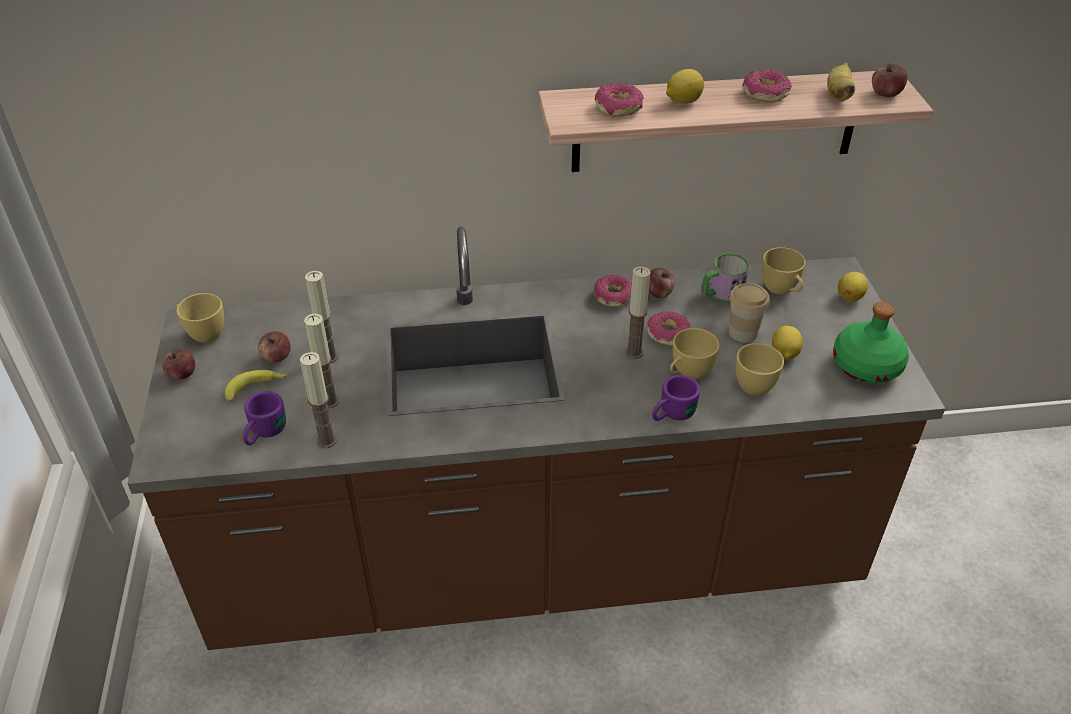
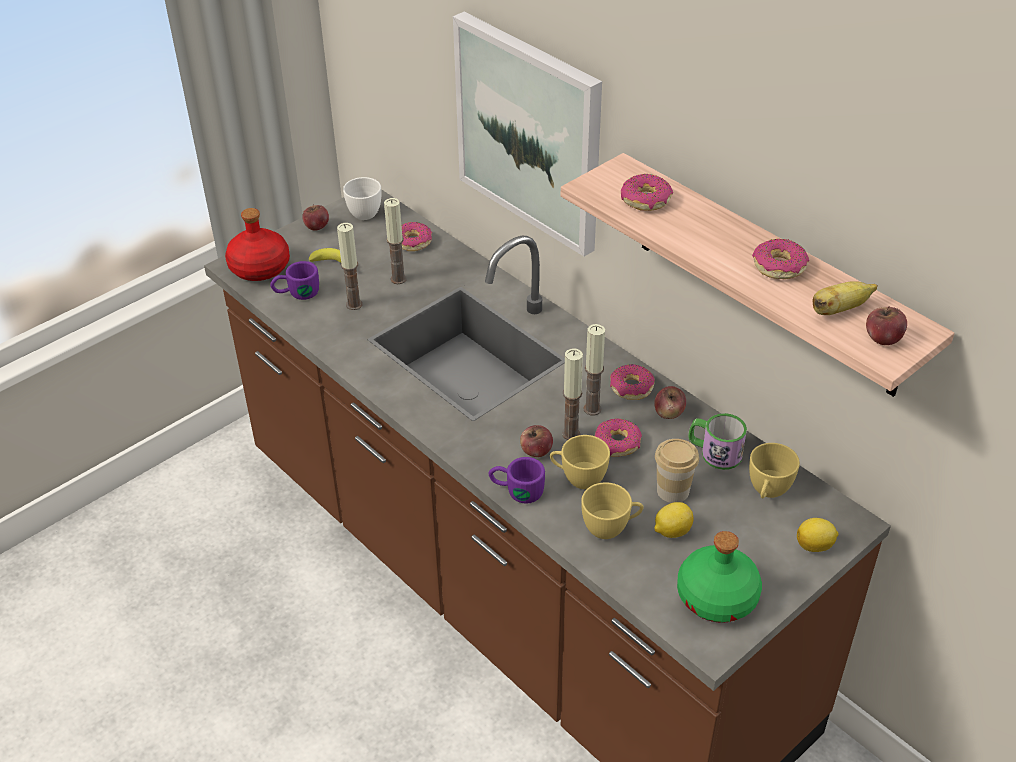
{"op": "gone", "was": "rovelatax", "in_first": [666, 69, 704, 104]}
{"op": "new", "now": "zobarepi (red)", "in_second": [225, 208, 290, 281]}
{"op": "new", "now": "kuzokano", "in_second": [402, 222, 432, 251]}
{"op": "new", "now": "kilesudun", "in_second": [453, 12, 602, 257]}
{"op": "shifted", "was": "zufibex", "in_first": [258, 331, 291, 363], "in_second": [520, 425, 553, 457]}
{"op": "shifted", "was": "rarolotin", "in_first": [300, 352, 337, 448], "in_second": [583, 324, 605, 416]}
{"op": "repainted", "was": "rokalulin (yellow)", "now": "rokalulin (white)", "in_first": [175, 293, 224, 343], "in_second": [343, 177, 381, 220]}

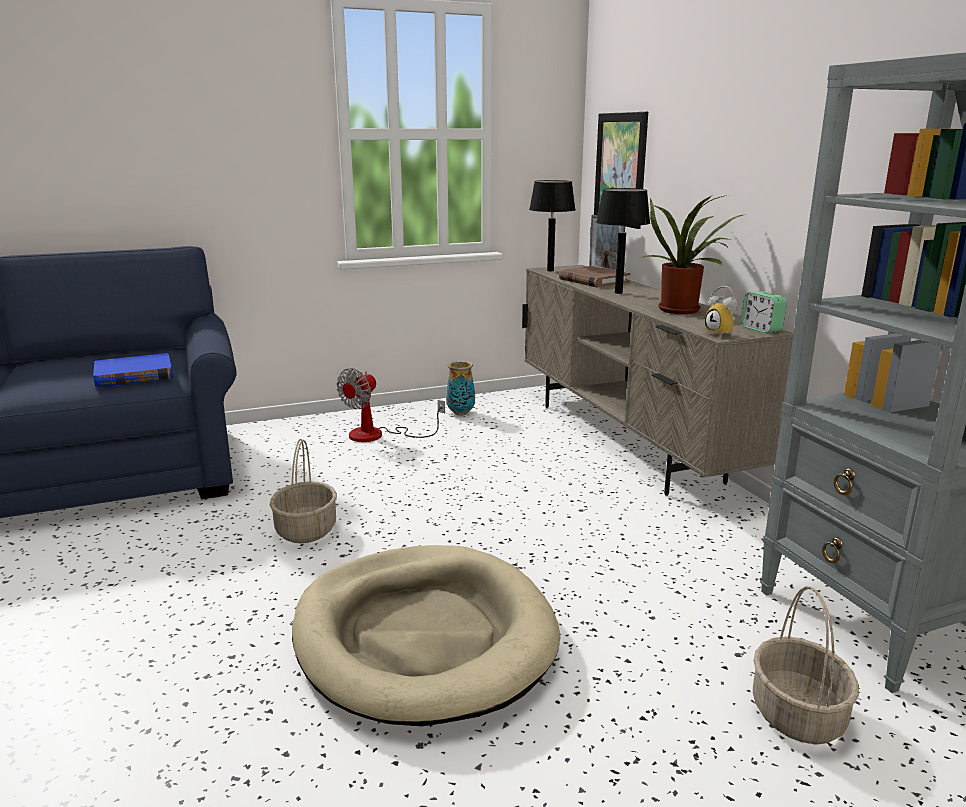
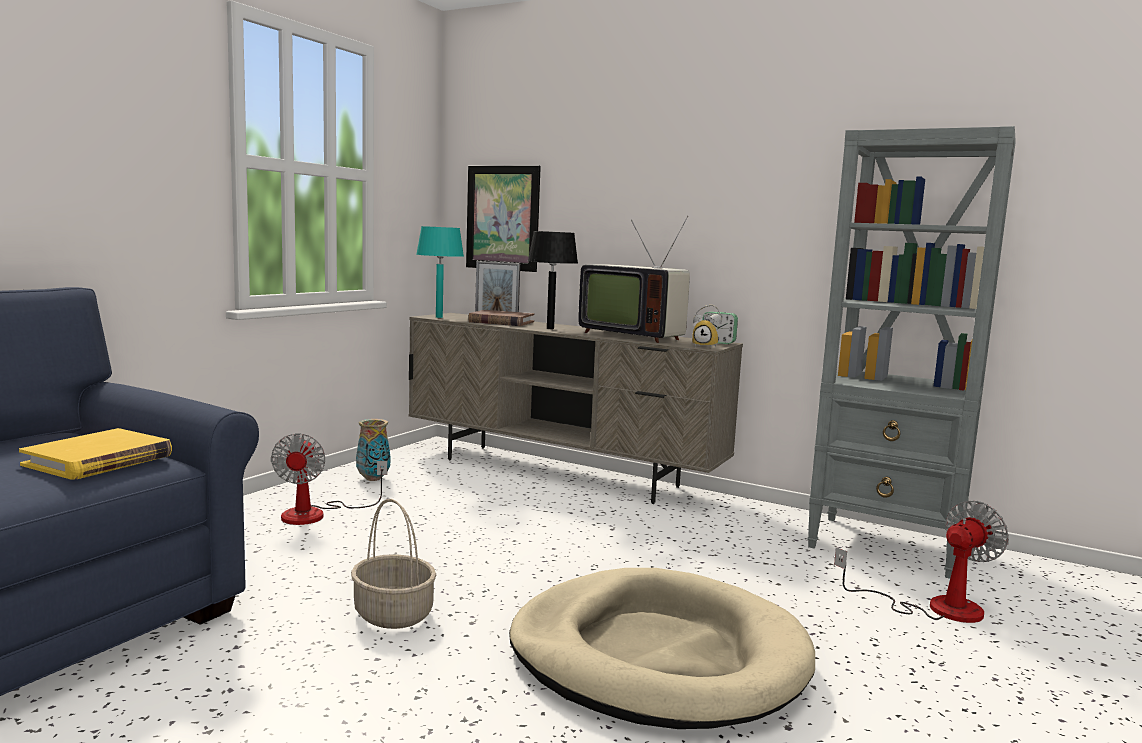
{"op": "swapped", "was": "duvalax", "now": "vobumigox", "in_first": [640, 195, 743, 314], "in_second": [578, 216, 690, 343]}
{"op": "swapped", "was": "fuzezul", "now": "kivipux", "in_first": [753, 586, 859, 745], "in_second": [834, 501, 1009, 623]}
{"op": "repainted", "was": "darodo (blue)", "now": "darodo (yellow)", "in_first": [93, 353, 173, 387], "in_second": [19, 428, 172, 479]}
{"op": "repainted", "was": "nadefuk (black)", "now": "nadefuk (turquoise)", "in_first": [529, 180, 576, 271], "in_second": [416, 226, 464, 318]}

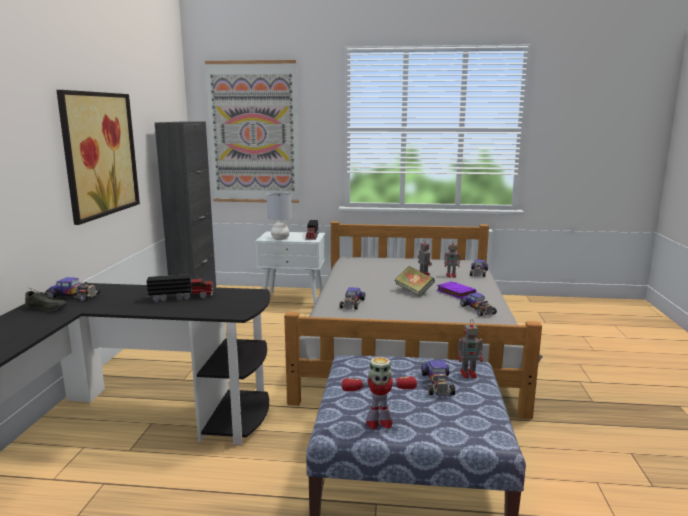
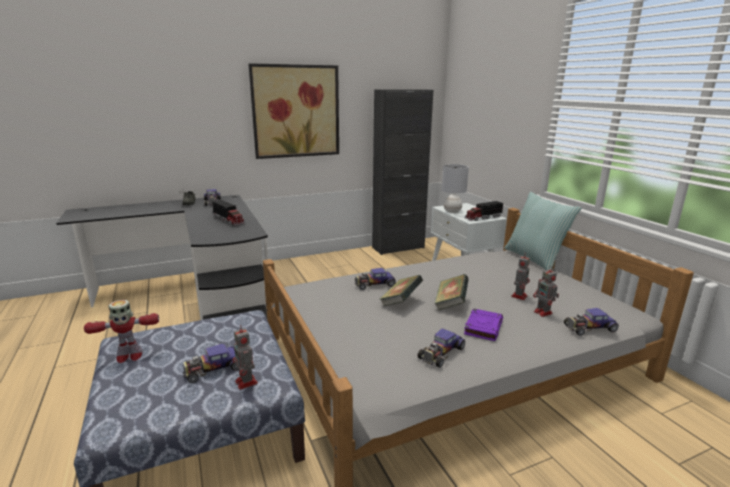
{"op": "gone", "was": "kilesudun", "in_first": [205, 60, 299, 203]}
{"op": "new", "now": "darodo", "in_second": [380, 275, 423, 307]}
{"op": "new", "now": "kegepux", "in_second": [504, 192, 581, 271]}
{"op": "rotated", "was": "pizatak", "in_first": [342, 357, 417, 429], "in_second": [84, 300, 159, 363], "clockwise": -75}

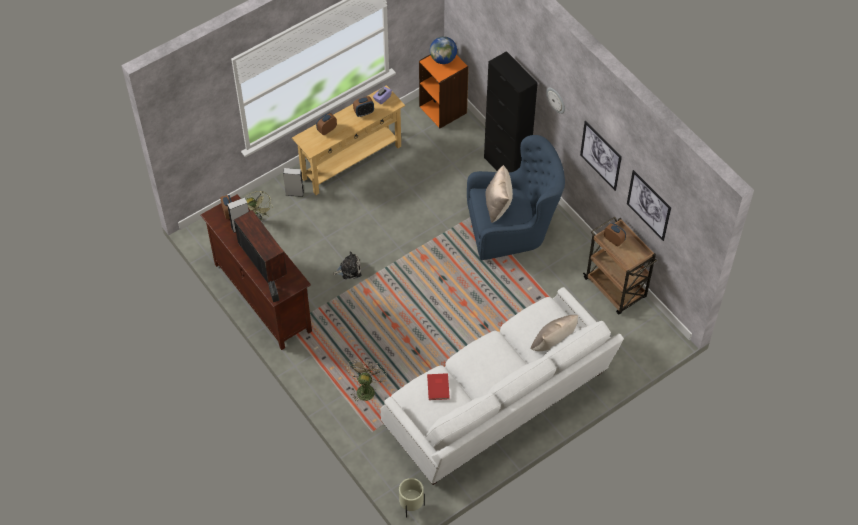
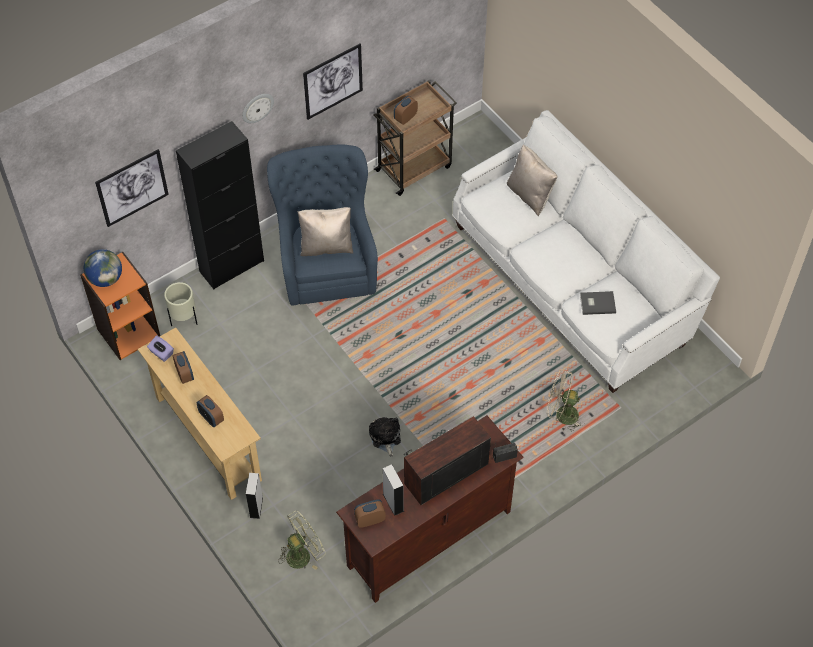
{"op": "shifted", "was": "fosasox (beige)", "in_first": [399, 478, 425, 518], "in_second": [164, 282, 197, 326]}
{"op": "shifted", "was": "kilesudun", "in_first": [627, 170, 671, 241], "in_second": [95, 149, 169, 227]}
{"op": "repainted", "was": "darodo (red)", "now": "darodo (grey)", "in_first": [427, 373, 450, 400], "in_second": [580, 291, 616, 315]}

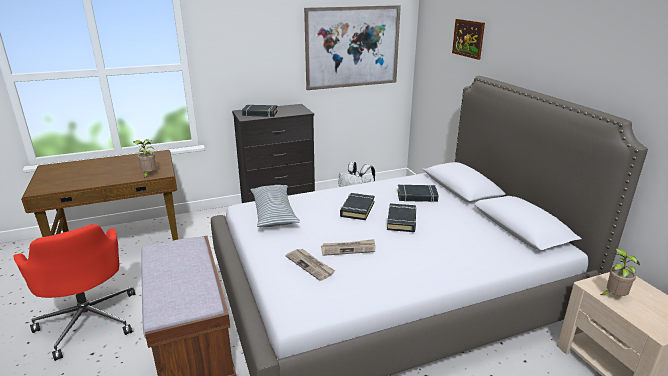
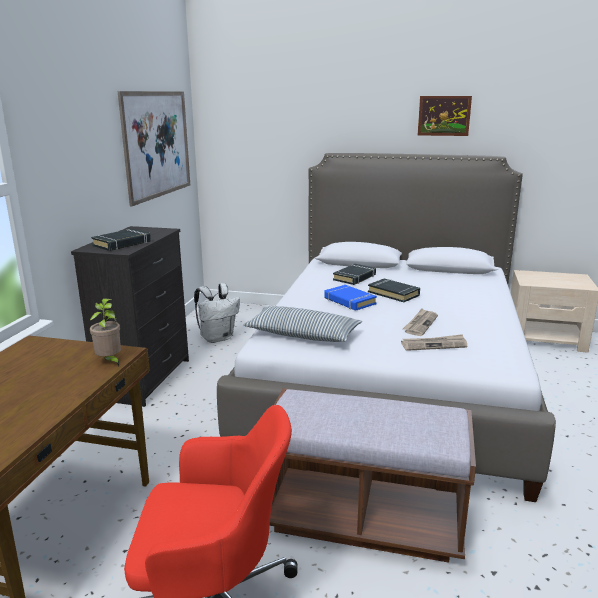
{"op": "gone", "was": "duvalax", "in_first": [601, 248, 640, 296]}
{"op": "shifted", "was": "kilesudun", "in_first": [452, 19, 485, 60], "in_second": [418, 96, 472, 136]}
{"op": "repainted", "was": "darodo (black)", "now": "darodo (blue)", "in_first": [340, 193, 375, 220], "in_second": [324, 285, 377, 311]}

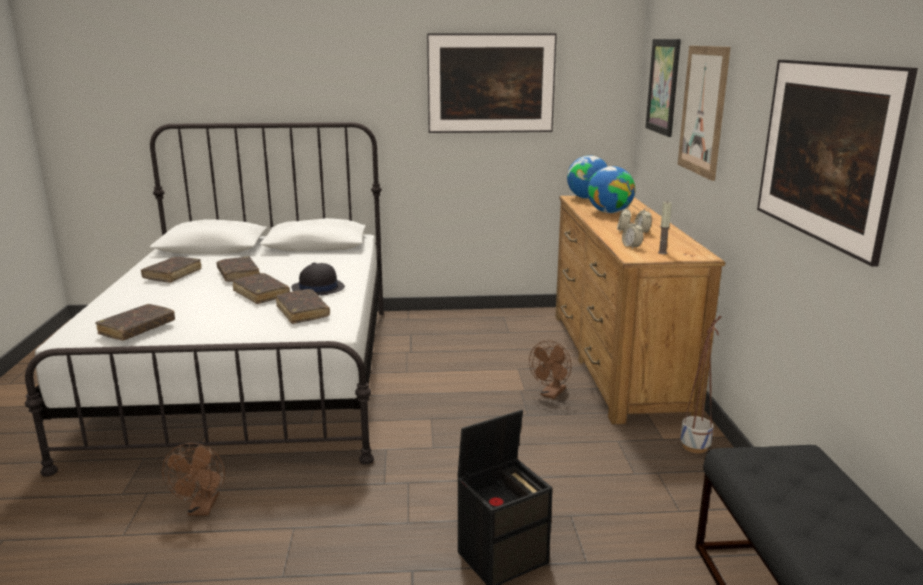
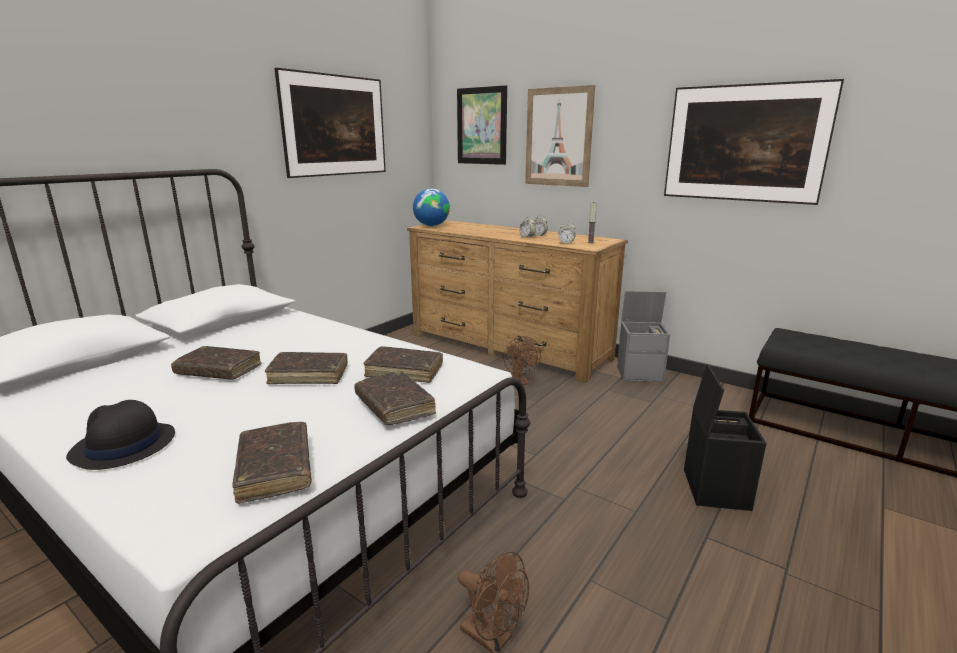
{"op": "gone", "was": "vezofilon", "in_first": [588, 166, 635, 213]}
{"op": "shifted", "was": "darodo (brown)", "in_first": [141, 257, 202, 283], "in_second": [354, 371, 436, 425]}
{"op": "shifted", "was": "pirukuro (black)", "in_first": [291, 262, 345, 296], "in_second": [66, 400, 175, 470]}
{"op": "swapped", "was": "fosasox", "now": "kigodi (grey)", "in_first": [681, 315, 722, 453], "in_second": [617, 291, 670, 382]}

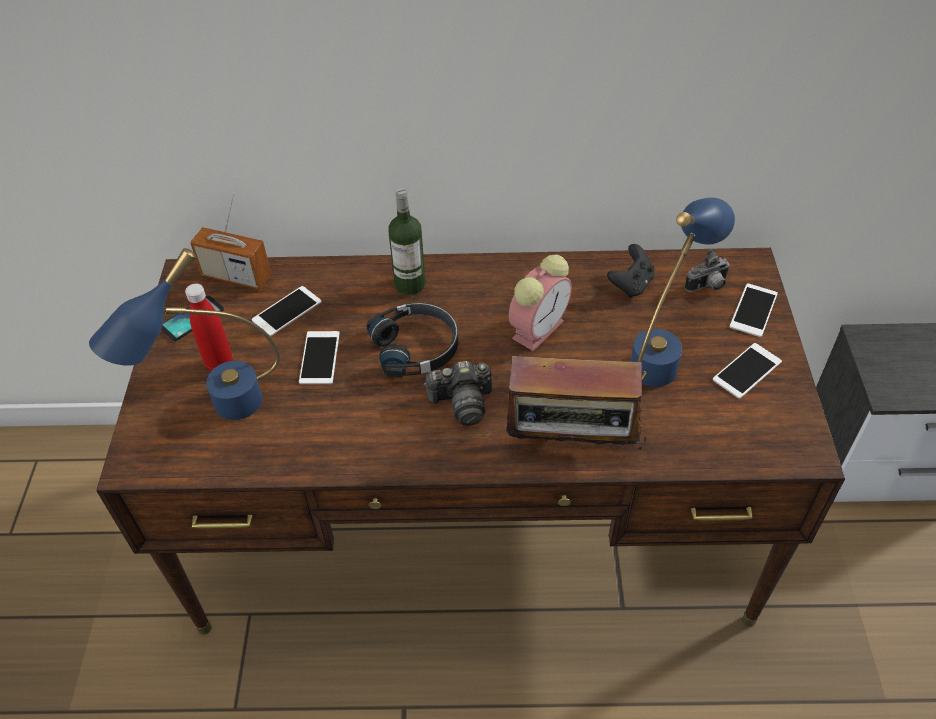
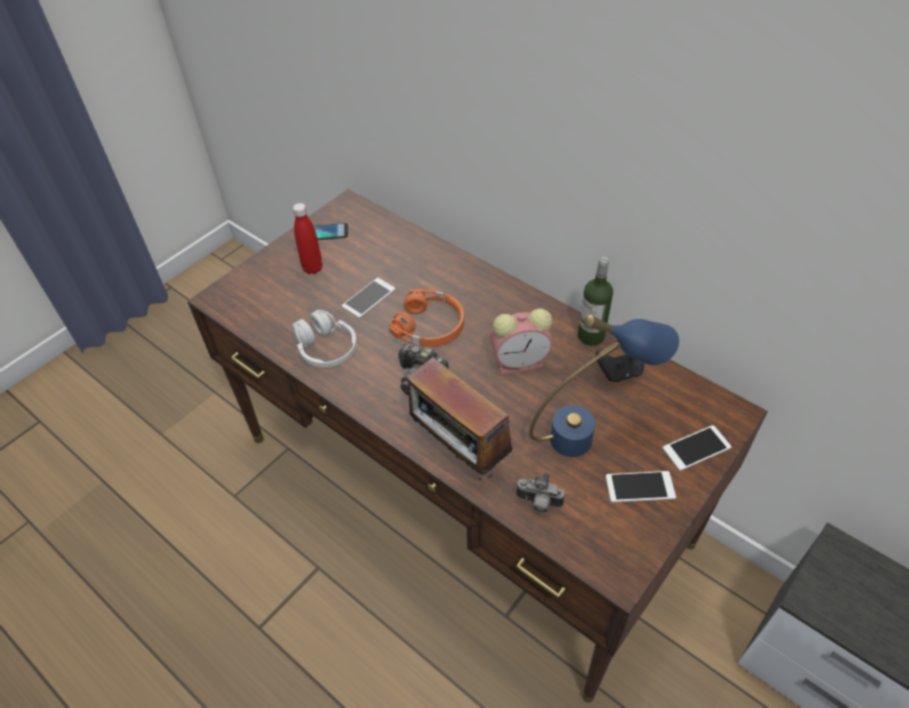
{"op": "gone", "was": "nadefuk (blue)", "in_first": [89, 248, 280, 420]}
{"op": "gone", "was": "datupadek", "in_first": [190, 193, 271, 290]}
{"op": "gone", "was": "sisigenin", "in_first": [252, 286, 321, 336]}
{"op": "new", "now": "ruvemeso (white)", "in_second": [292, 310, 357, 367]}
{"op": "shifted", "was": "zobarepi", "in_first": [388, 188, 426, 295], "in_second": [578, 257, 613, 346]}
{"op": "shifted", "was": "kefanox", "in_first": [684, 249, 730, 292], "in_second": [516, 473, 565, 513]}
{"op": "repainted", "was": "ruvemeso (black)", "now": "ruvemeso (orange)", "in_first": [367, 303, 459, 377], "in_second": [389, 289, 464, 347]}

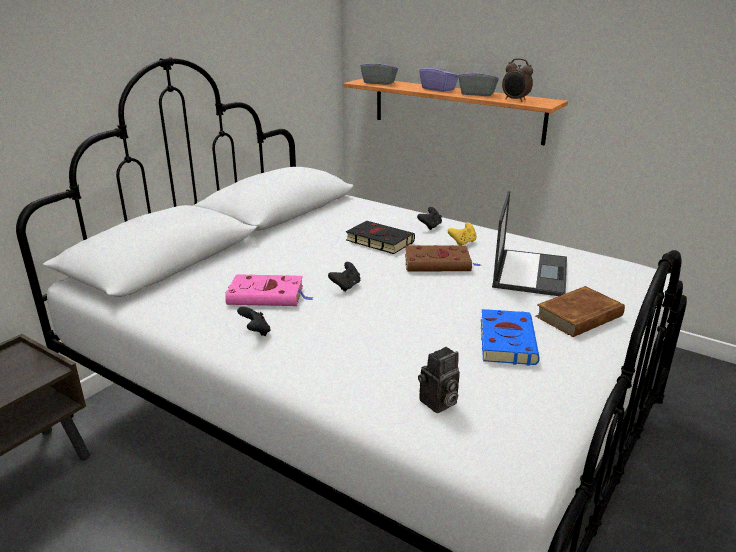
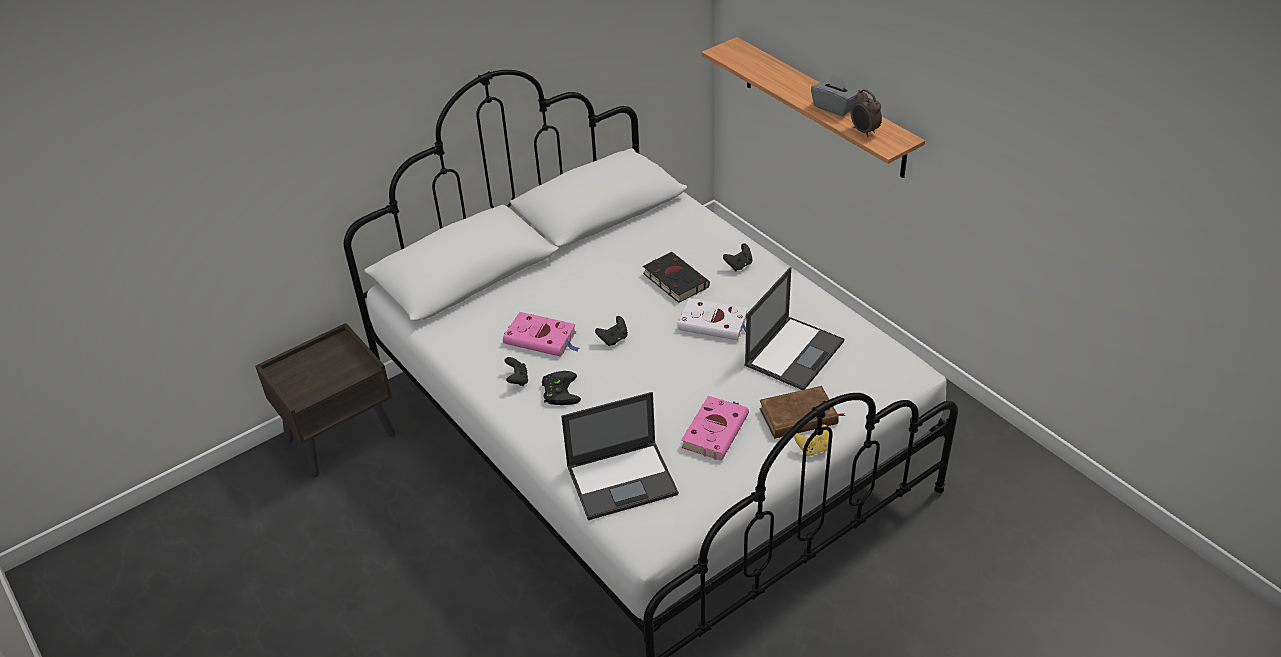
{"op": "gone", "was": "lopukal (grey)", "in_first": [360, 55, 398, 85]}
{"op": "gone", "was": "lopukal (purple)", "in_first": [419, 60, 459, 92]}
{"op": "new", "now": "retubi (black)", "in_second": [542, 371, 581, 405]}
{"op": "shifted", "was": "retubi (yellow)", "in_first": [448, 222, 477, 245], "in_second": [794, 425, 829, 456]}
{"op": "swapped", "was": "kefanox", "now": "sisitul", "in_first": [418, 347, 460, 413], "in_second": [561, 392, 679, 520]}
{"op": "repainted", "was": "darodo (brown)", "now": "darodo (white)", "in_first": [405, 245, 481, 271], "in_second": [678, 298, 748, 341]}
{"op": "repainted", "was": "darodo (blue)", "now": "darodo (pink)", "in_first": [481, 309, 540, 366], "in_second": [681, 396, 749, 461]}

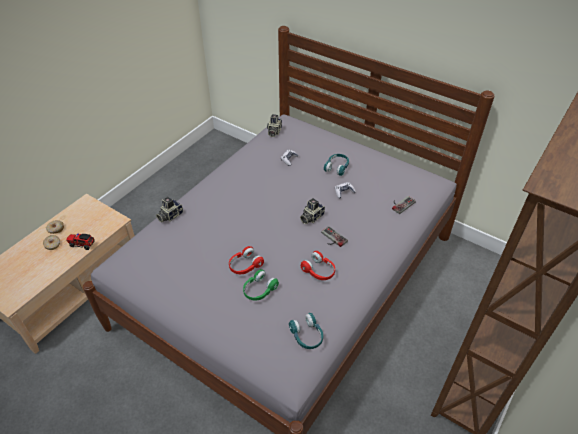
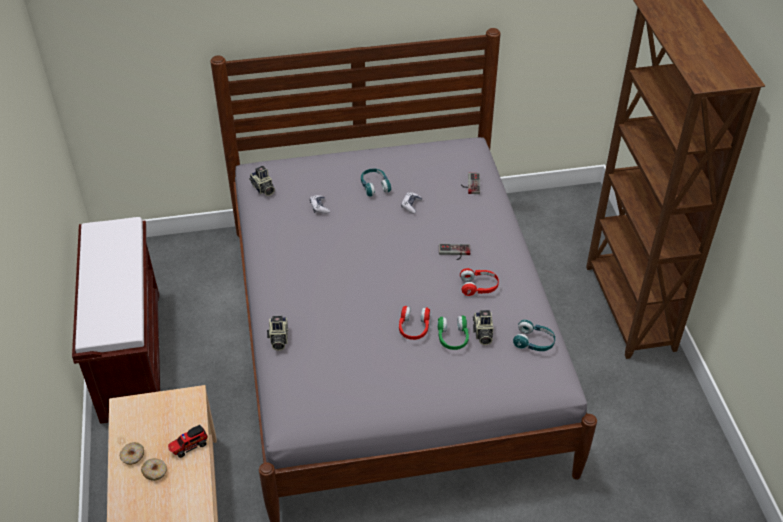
{"op": "new", "now": "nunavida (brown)", "in_second": [72, 217, 160, 424]}
{"op": "shifted", "was": "kefanox", "in_first": [300, 198, 325, 224], "in_second": [473, 310, 494, 345]}

